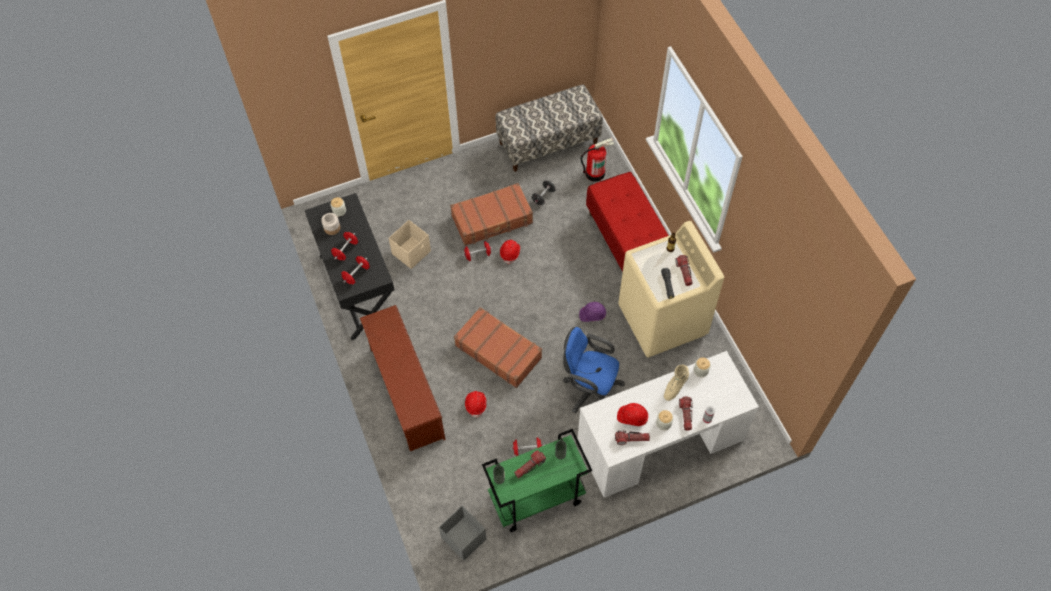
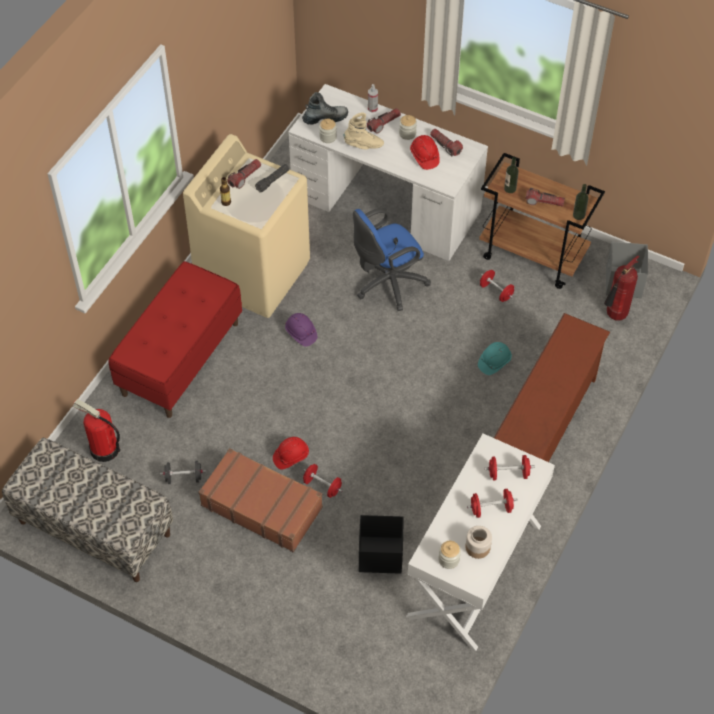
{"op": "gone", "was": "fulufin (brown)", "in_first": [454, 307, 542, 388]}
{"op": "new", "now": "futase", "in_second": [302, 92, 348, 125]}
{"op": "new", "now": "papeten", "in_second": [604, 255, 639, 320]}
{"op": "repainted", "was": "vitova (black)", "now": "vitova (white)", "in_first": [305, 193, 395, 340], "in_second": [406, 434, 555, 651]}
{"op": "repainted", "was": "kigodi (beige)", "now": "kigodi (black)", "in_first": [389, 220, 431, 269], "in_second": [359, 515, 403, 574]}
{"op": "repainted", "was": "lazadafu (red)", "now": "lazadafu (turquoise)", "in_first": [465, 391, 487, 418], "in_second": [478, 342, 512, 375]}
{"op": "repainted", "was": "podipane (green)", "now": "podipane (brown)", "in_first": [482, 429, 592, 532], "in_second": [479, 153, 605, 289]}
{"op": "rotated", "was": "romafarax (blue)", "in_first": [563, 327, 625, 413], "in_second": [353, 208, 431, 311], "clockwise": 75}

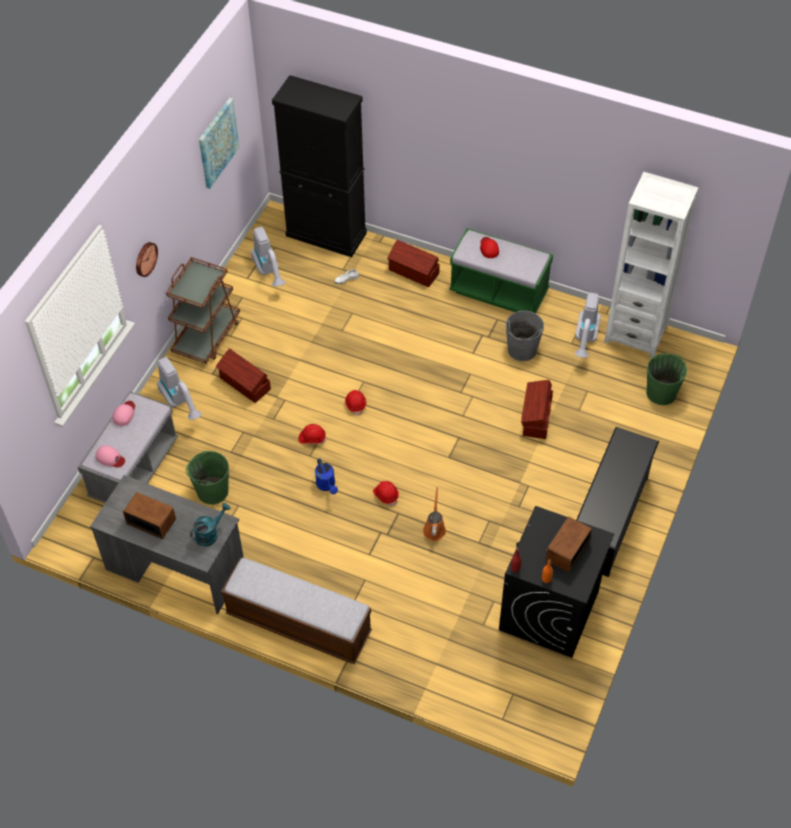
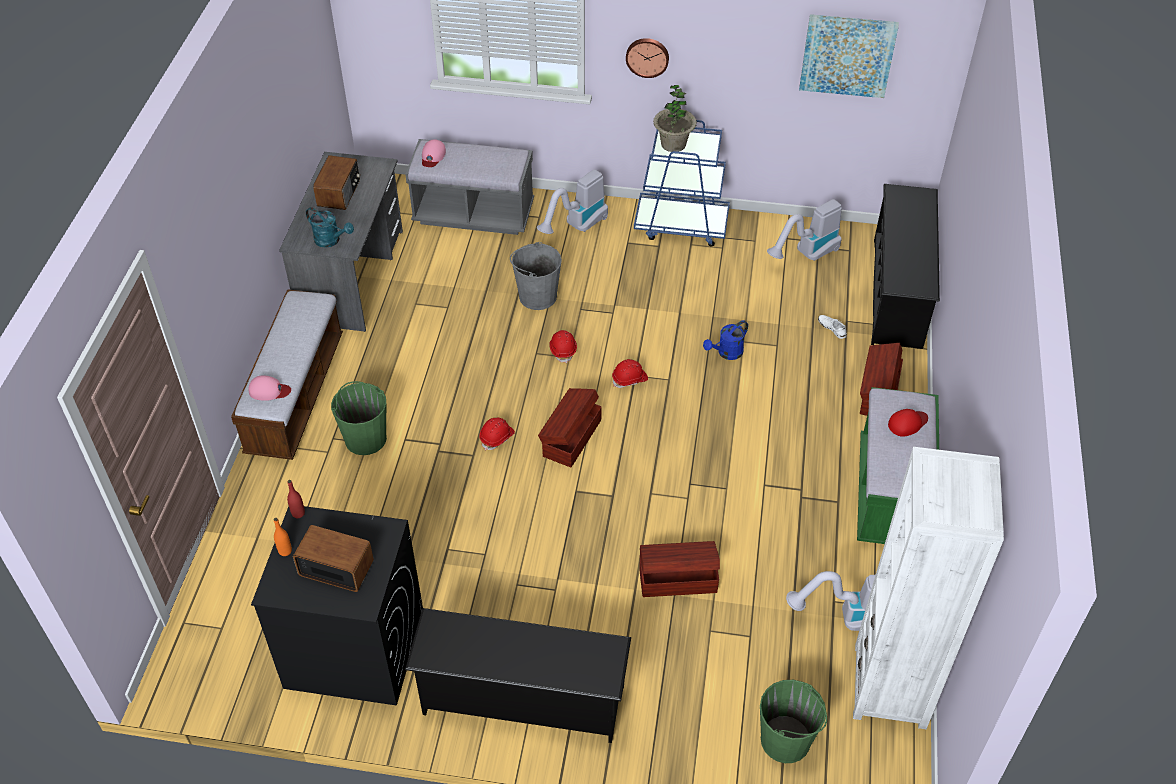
{"op": "gone", "was": "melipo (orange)", "in_first": [423, 487, 446, 541]}
{"op": "new", "now": "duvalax", "in_second": [653, 85, 697, 152]}
{"op": "shifted", "was": "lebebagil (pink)", "in_first": [112, 401, 135, 426], "in_second": [249, 375, 291, 401]}
{"op": "shifted", "was": "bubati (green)", "in_first": [186, 451, 229, 505], "in_second": [331, 381, 387, 455]}
{"op": "shifted", "was": "kigodi (brown)", "in_first": [216, 348, 271, 403], "in_second": [538, 388, 602, 467]}
{"op": "shifted", "was": "melipo (blue)", "in_first": [315, 458, 338, 494], "in_second": [703, 320, 748, 360]}
{"op": "shifted", "was": "bubati (grey)", "in_first": [506, 311, 544, 361], "in_second": [510, 242, 562, 310]}
{"op": "swapped", "was": "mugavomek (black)", "now": "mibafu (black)", "in_first": [272, 75, 367, 257], "in_second": [871, 184, 940, 349]}
{"op": "repainted", "was": "podipane (brown)", "now": "podipane (blue)", "in_first": [166, 257, 240, 364], "in_second": [634, 120, 730, 247]}

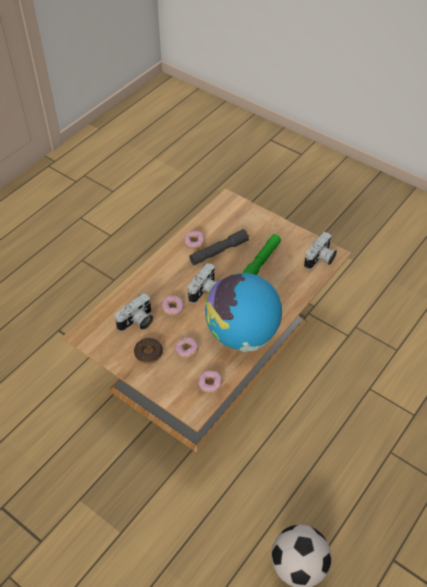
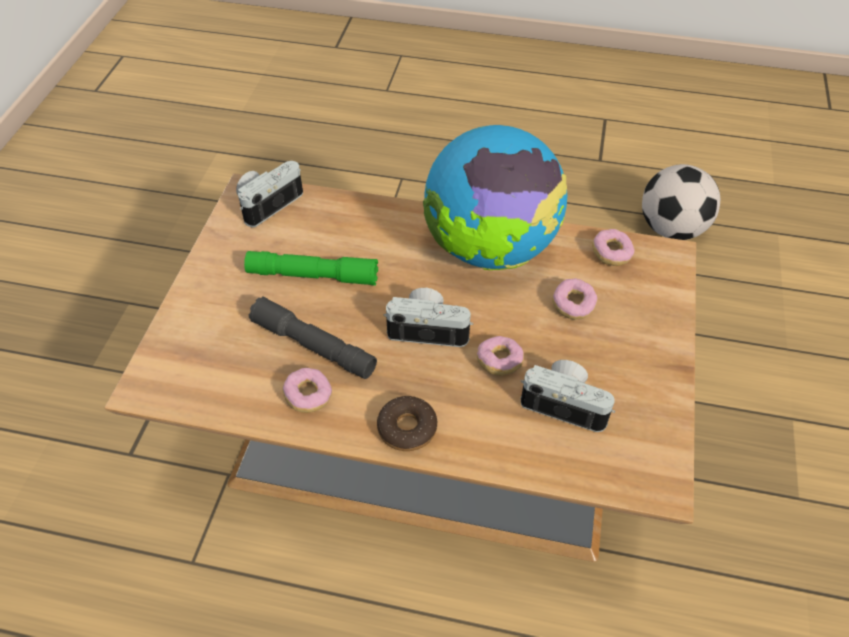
{"op": "shifted", "was": "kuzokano", "in_first": [134, 338, 163, 364], "in_second": [377, 396, 437, 451]}
{"op": "rotated", "was": "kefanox", "in_first": [304, 232, 337, 269], "in_second": [236, 161, 303, 227], "clockwise": -60}

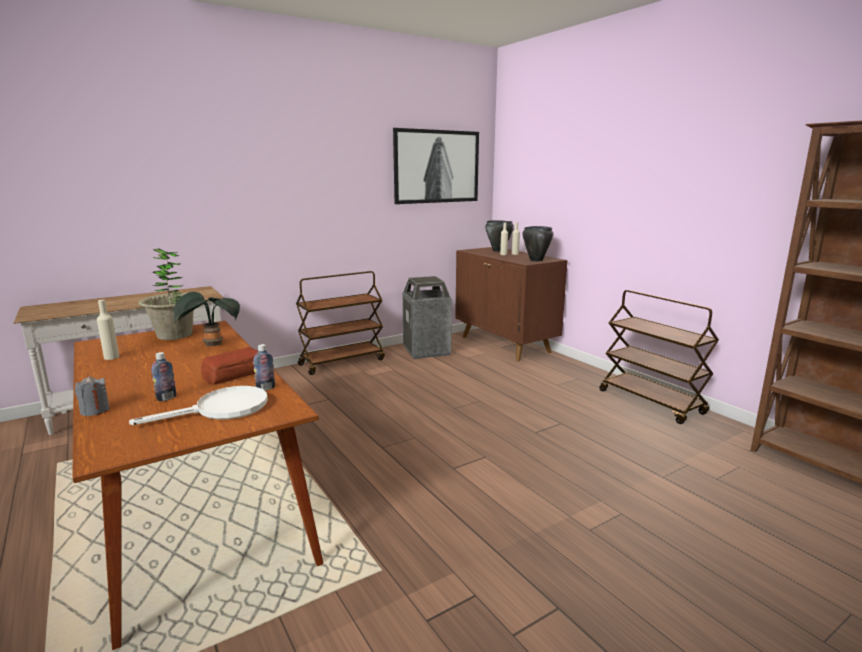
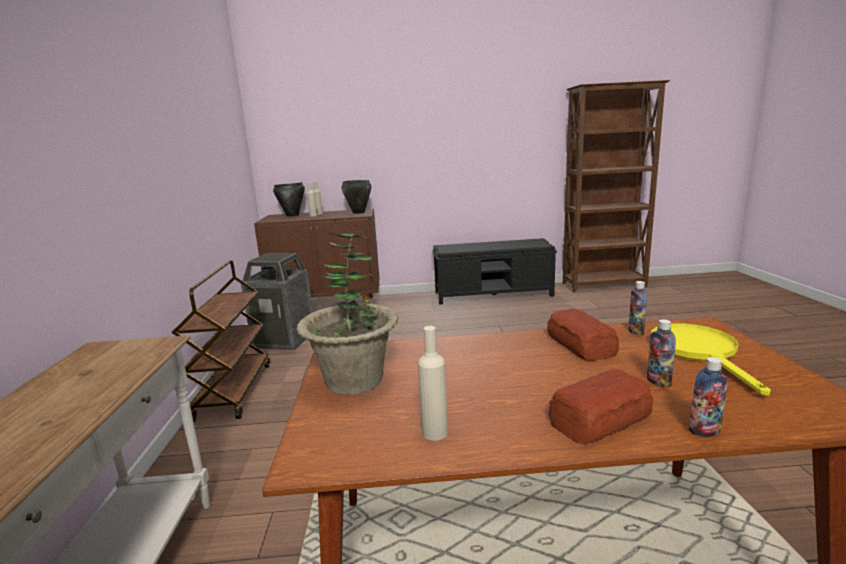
{"op": "gone", "was": "duvalax", "in_first": [174, 292, 240, 346]}
{"op": "gone", "was": "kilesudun", "in_first": [393, 128, 479, 204]}
{"op": "new", "now": "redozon", "in_second": [549, 370, 653, 444]}
{"op": "swapped", "was": "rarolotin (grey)", "now": "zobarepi", "in_first": [75, 376, 110, 416], "in_second": [689, 357, 728, 437]}
{"op": "swapped", "was": "podipane (brown)", "now": "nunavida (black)", "in_first": [599, 290, 719, 424], "in_second": [433, 238, 557, 305]}
{"op": "repainted", "was": "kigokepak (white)", "now": "kigokepak (yellow)", "in_first": [129, 386, 268, 425], "in_second": [651, 324, 771, 396]}

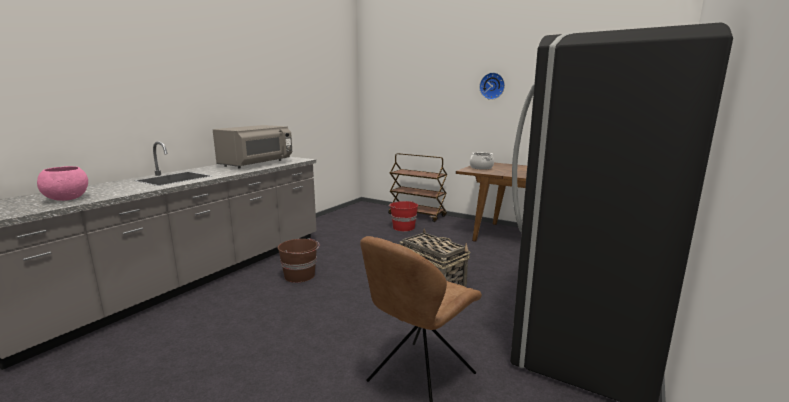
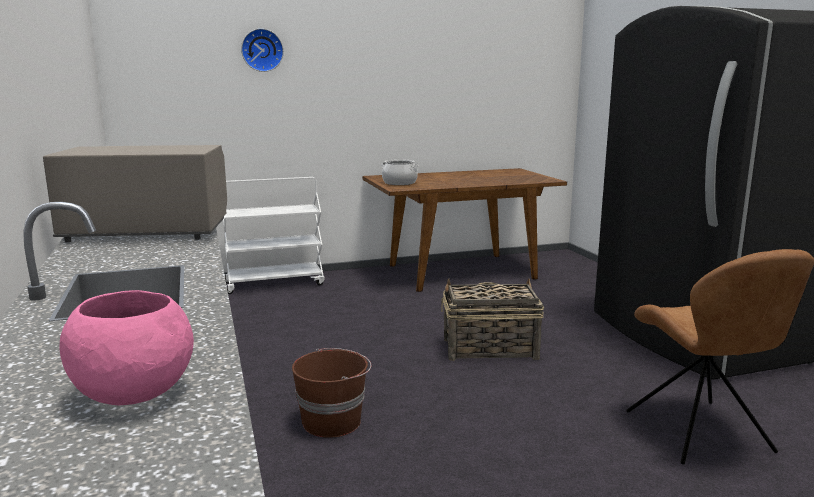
{"op": "gone", "was": "bubati (red)", "in_first": [390, 201, 418, 231]}
{"op": "shifted", "was": "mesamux", "in_first": [479, 72, 505, 100], "in_second": [241, 28, 284, 72]}
{"op": "repainted", "was": "podipane (brown)", "now": "podipane (white)", "in_first": [388, 153, 447, 222], "in_second": [223, 177, 325, 294]}
{"op": "rotated", "was": "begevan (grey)", "in_first": [213, 125, 292, 169], "in_second": [43, 145, 227, 243], "clockwise": -75}

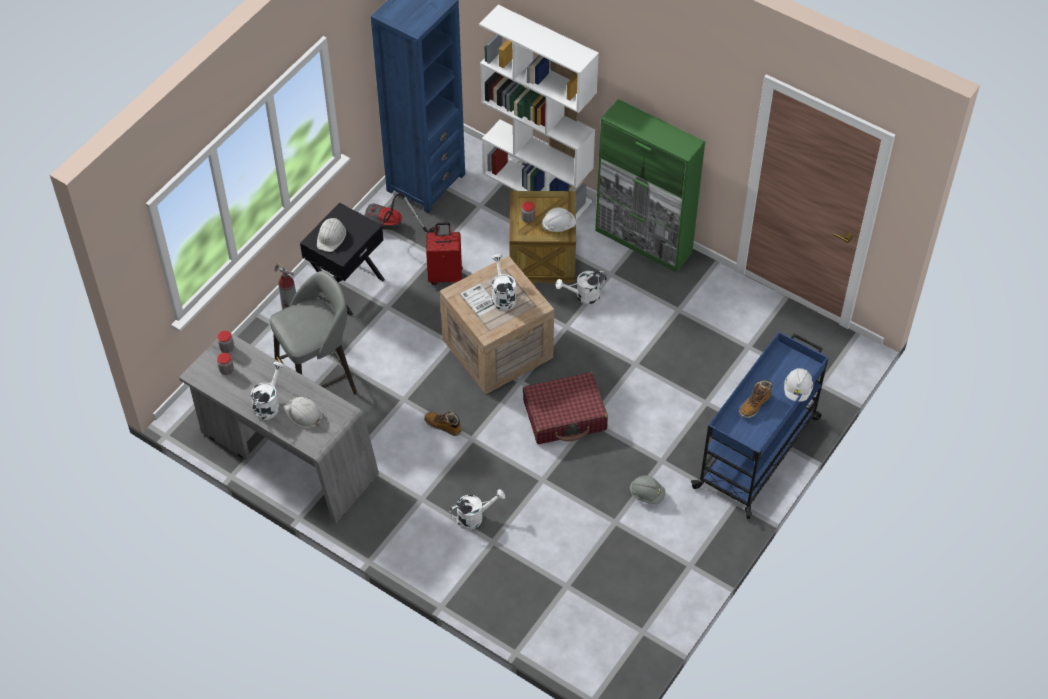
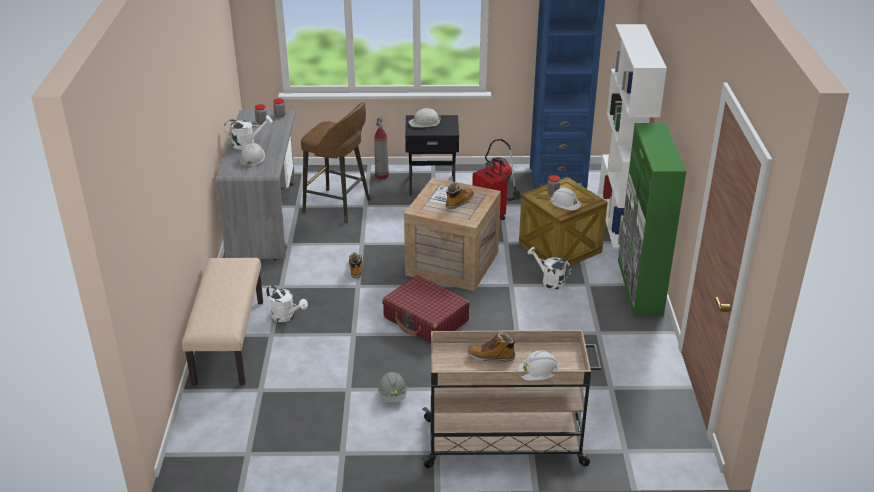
{"op": "new", "now": "nunavida (beige)", "in_second": [182, 258, 263, 386]}
{"op": "swapped", "was": "melipo (white)", "now": "futase", "in_first": [492, 254, 516, 311], "in_second": [446, 183, 474, 209]}
{"op": "repainted", "was": "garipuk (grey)", "now": "garipuk (brown)", "in_first": [270, 271, 357, 394], "in_second": [301, 102, 370, 224]}
{"op": "repainted", "was": "podipane (blue)", "now": "podipane (beige)", "in_first": [691, 332, 829, 519], "in_second": [422, 330, 601, 468]}

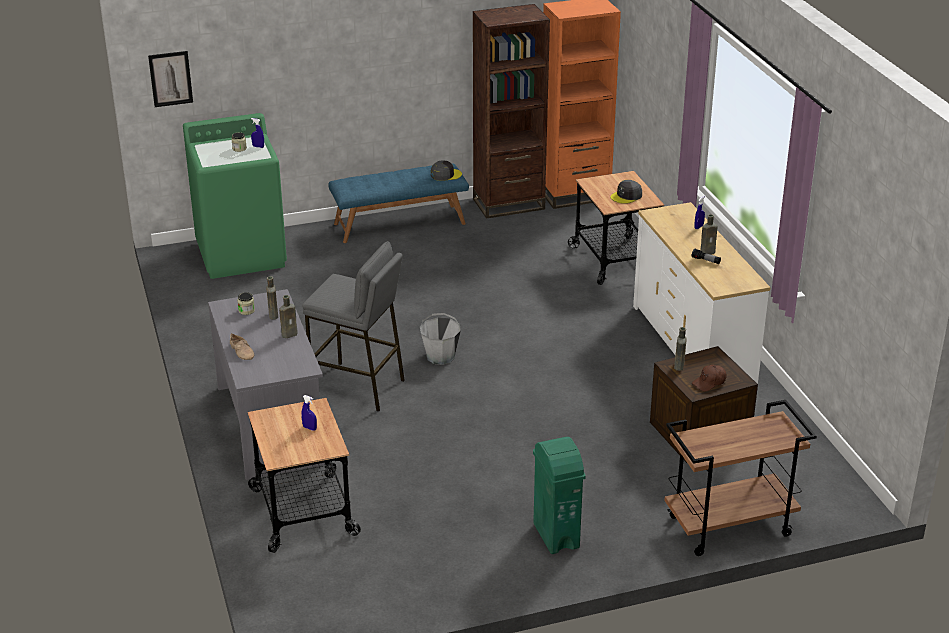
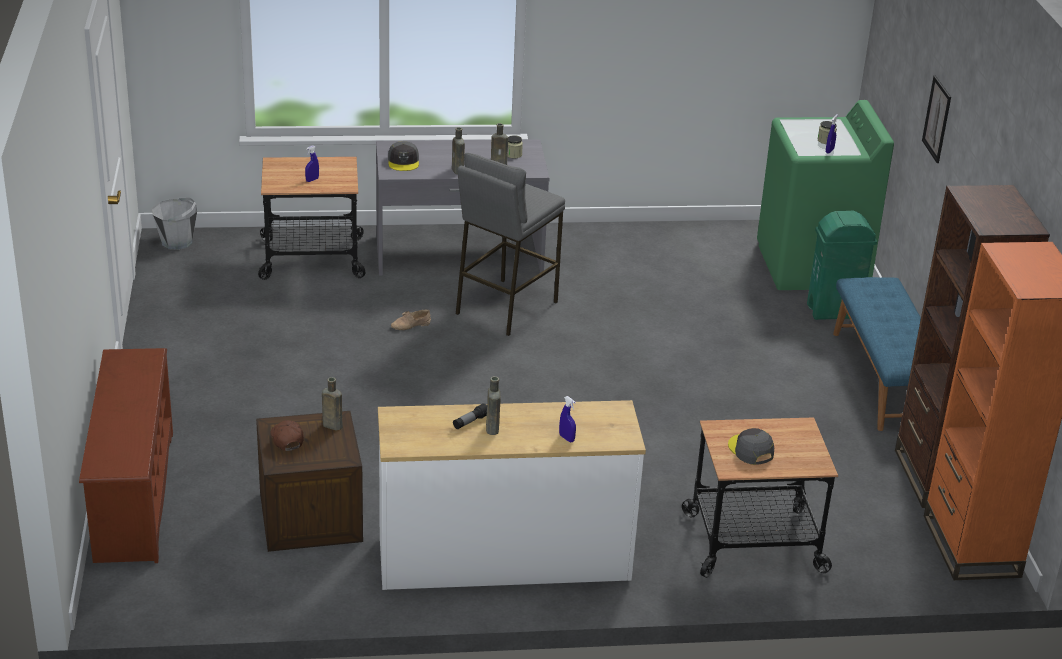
{"op": "shifted", "was": "kilesudun", "in_first": [148, 51, 193, 107], "in_second": [922, 76, 951, 163]}
{"op": "shifted", "was": "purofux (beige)", "in_first": [230, 333, 254, 360], "in_second": [391, 310, 431, 330]}
{"op": "shifted", "was": "bubati (grey)", "in_first": [420, 313, 461, 365], "in_second": [152, 198, 197, 250]}
{"op": "shifted", "was": "lebebagil (grey)", "in_first": [431, 161, 462, 181], "in_second": [388, 141, 419, 171]}
{"op": "shifted", "was": "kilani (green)", "in_first": [533, 437, 586, 554], "in_second": [807, 211, 877, 320]}
{"op": "swapped", "was": "podipane (brown)", "now": "mibafu (brown)", "in_first": [664, 400, 817, 556], "in_second": [79, 348, 173, 563]}

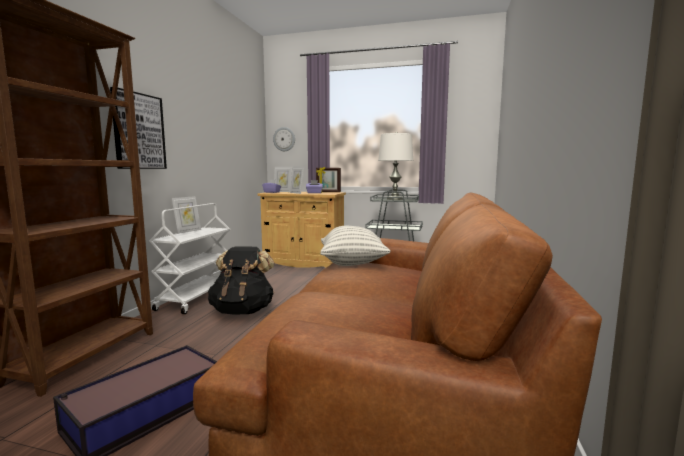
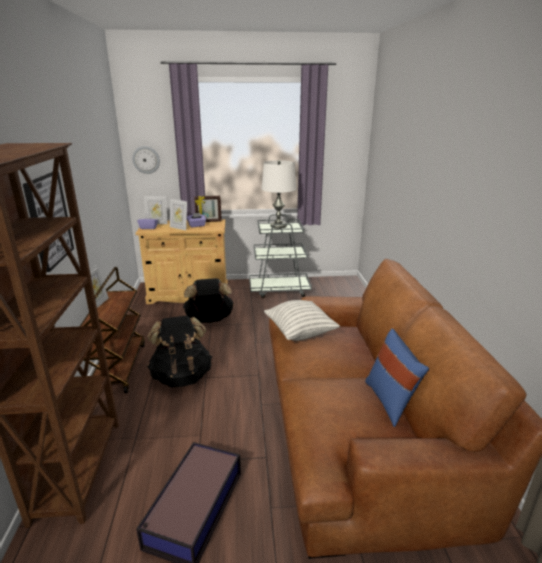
{"op": "new", "now": "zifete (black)", "in_second": [183, 278, 234, 323]}
{"op": "new", "now": "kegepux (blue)", "in_second": [365, 328, 429, 427]}
{"op": "repainted", "was": "podipane (white)", "now": "podipane (brown)", "in_first": [149, 203, 230, 314], "in_second": [80, 267, 145, 393]}

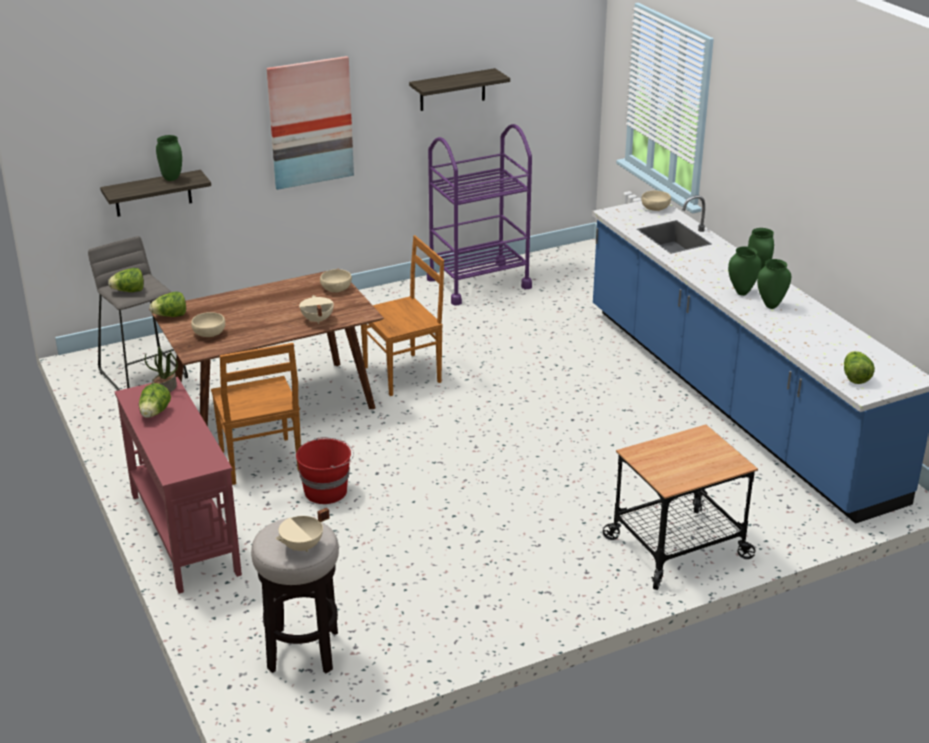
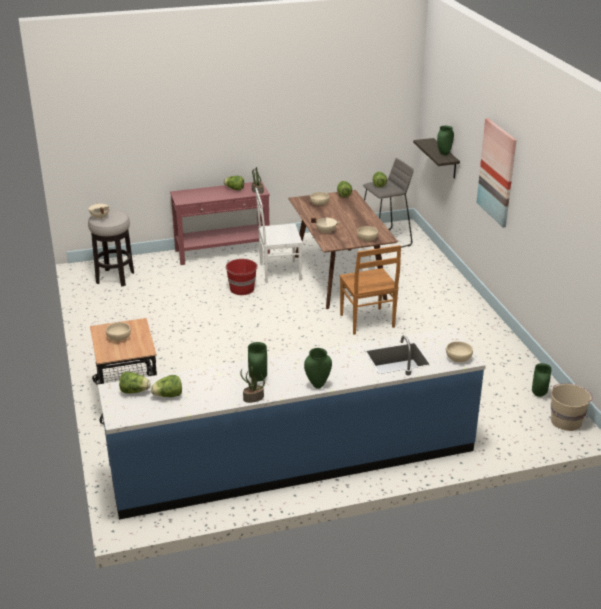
{"op": "gone", "was": "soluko", "in_first": [409, 68, 510, 111]}
{"op": "gone", "was": "podipane (purple)", "in_first": [427, 124, 532, 306]}
{"op": "new", "now": "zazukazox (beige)", "in_second": [106, 322, 131, 341]}
{"op": "new", "now": "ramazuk", "in_second": [151, 375, 182, 397]}
{"op": "new", "now": "duvalax", "in_second": [240, 366, 265, 403]}
{"op": "new", "now": "bubati (beige)", "in_second": [551, 383, 593, 431]}
{"op": "shifted", "was": "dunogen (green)", "in_first": [728, 246, 762, 296], "in_second": [532, 363, 552, 397]}
{"op": "repainted", "was": "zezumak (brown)", "now": "zezumak (white)", "in_first": [211, 343, 301, 485], "in_second": [255, 188, 303, 283]}

